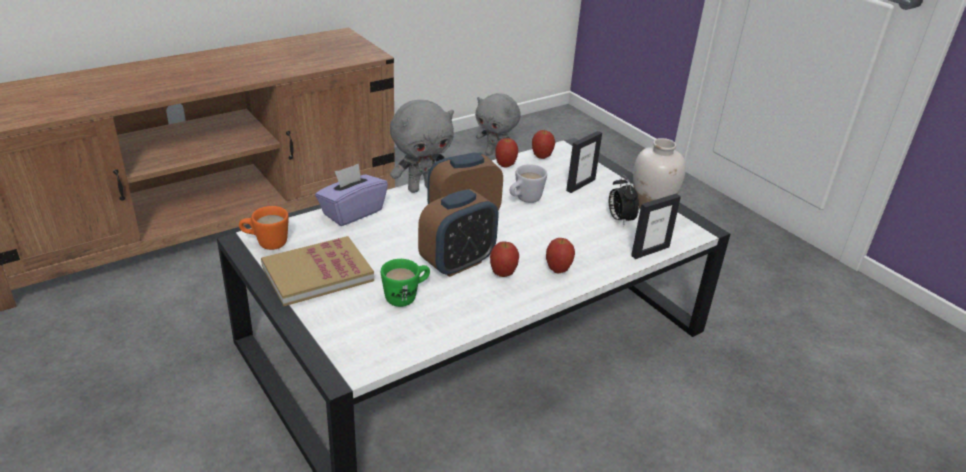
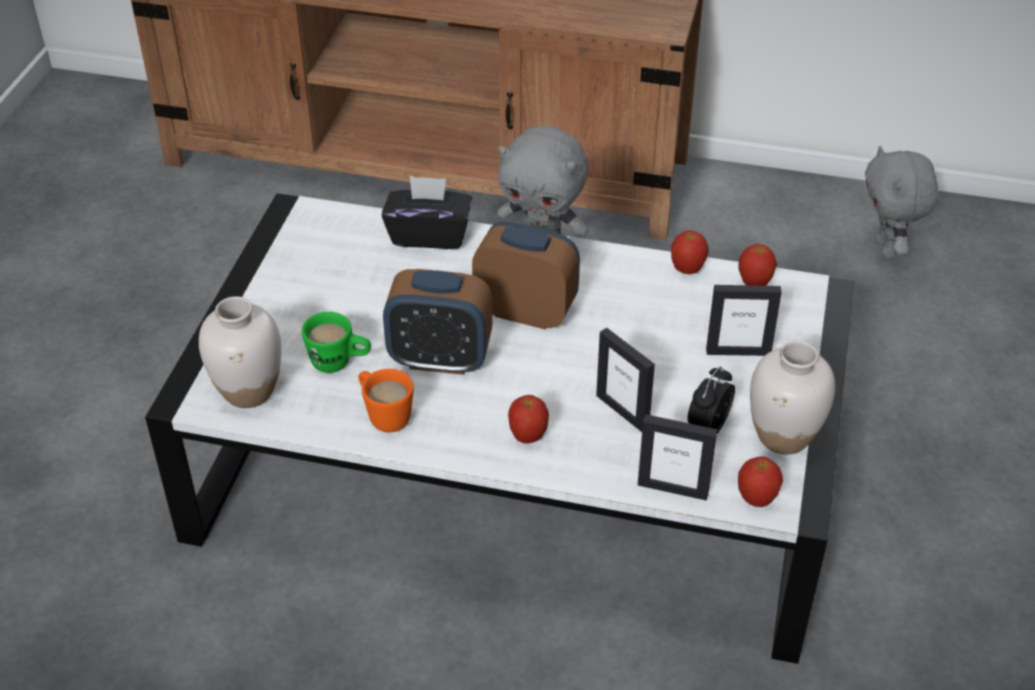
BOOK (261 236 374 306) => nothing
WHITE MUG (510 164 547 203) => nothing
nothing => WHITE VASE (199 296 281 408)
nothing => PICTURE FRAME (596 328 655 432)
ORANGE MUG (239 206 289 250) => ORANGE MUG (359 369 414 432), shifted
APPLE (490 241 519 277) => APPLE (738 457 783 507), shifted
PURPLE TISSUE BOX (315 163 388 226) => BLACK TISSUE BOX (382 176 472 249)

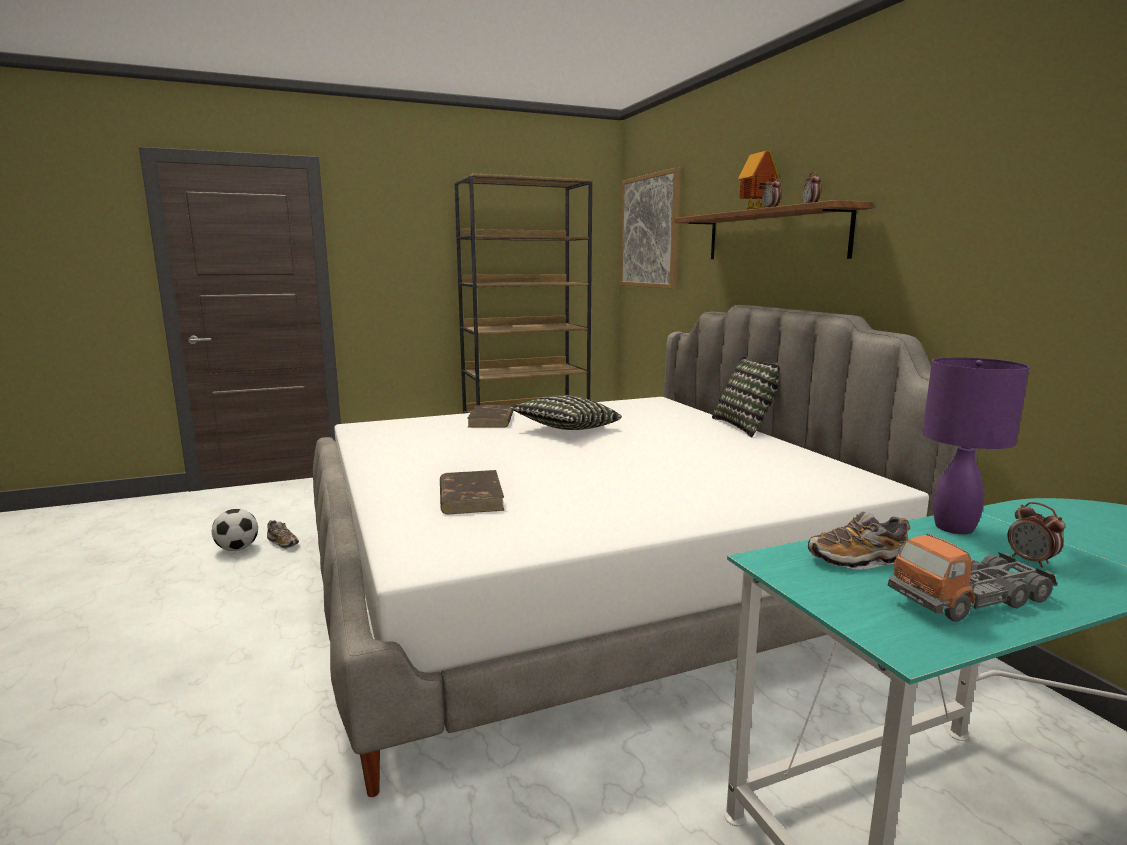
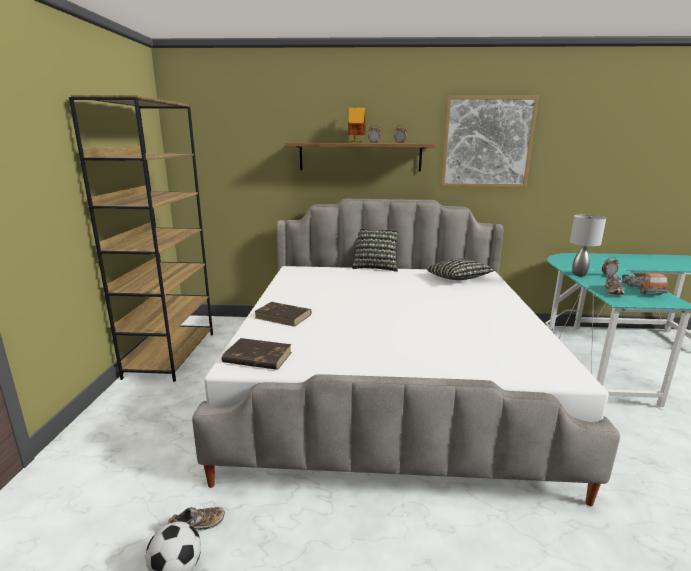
BROWN BOOK (440 470 504 514) => BROWN BOOK (222 338 292 370), shifted
PILLOW (511 395 622 430) => PILLOW (427 259 496 280), shifted
PICTURE (620 167 681 289) => PICTURE (440 95 539 187), shifted
PURPLE TABLE LAMP (922 357 1030 534) => GREY TABLE LAMP (570 215 606 276)

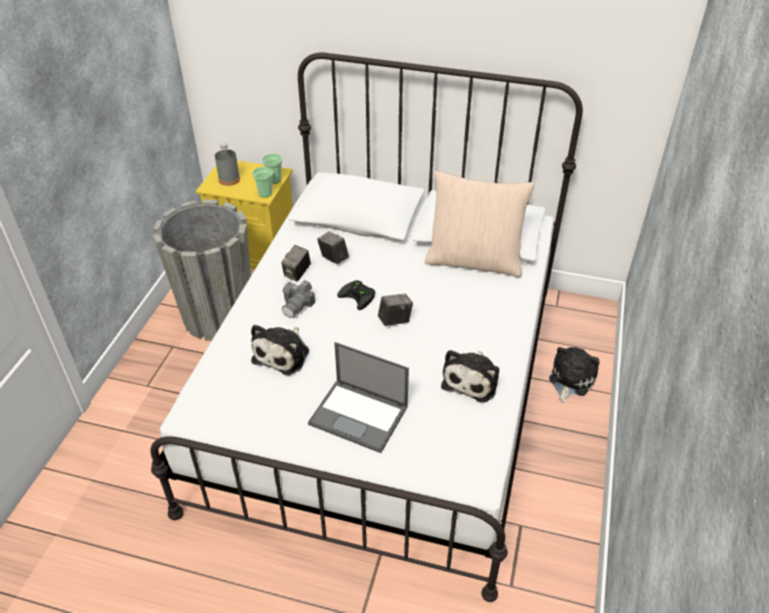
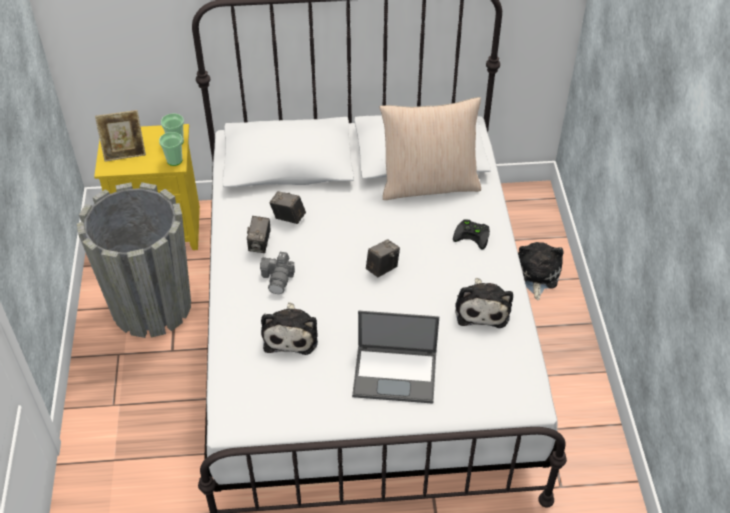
BLACK GAME CONTROLLER (337 280 375 310) => BLACK GAME CONTROLLER (453 219 490 250), shifted
GREY BOTTLE (215 142 240 186) => PICTURE FRAME (95 110 146 162)

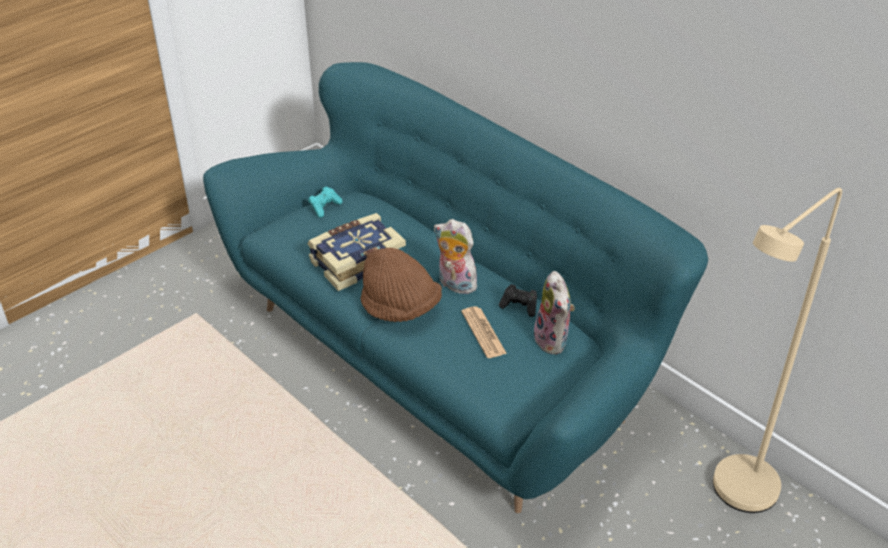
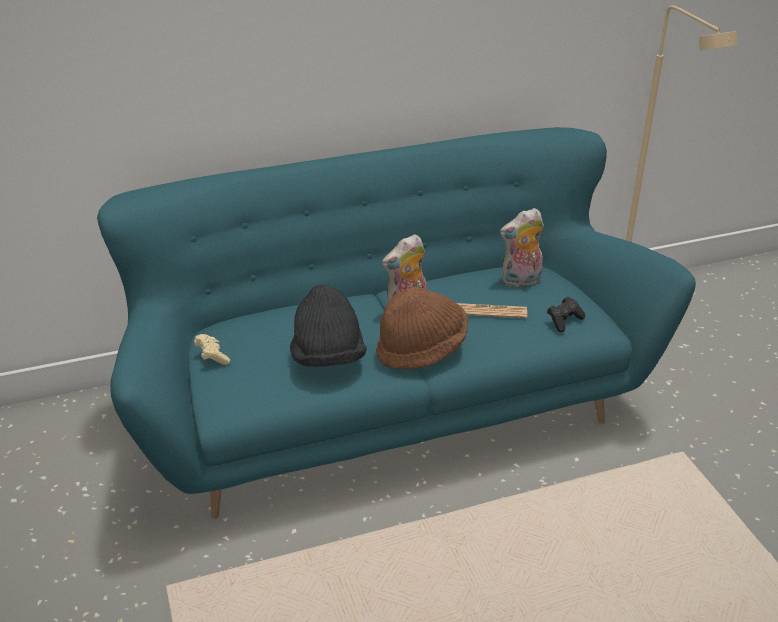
BLACK GAME CONTROLLER (499 284 537 317) => BLACK GAME CONTROLLER (547 297 585 332), shifted
BOOK (308 213 406 291) => BLACK HAT (290 284 367 367)
TURQUOISE GAME CONTROLLER (308 187 342 218) => BEIGE GAME CONTROLLER (194 334 230 365)
PLUSH TOY (534 271 575 354) => PLUSH TOY (500 208 544 287), 150 degrees clockwise

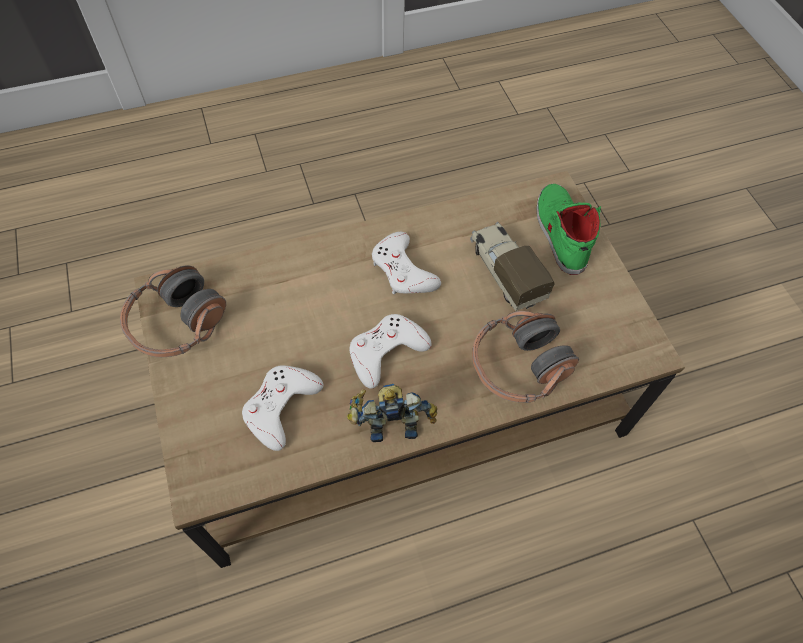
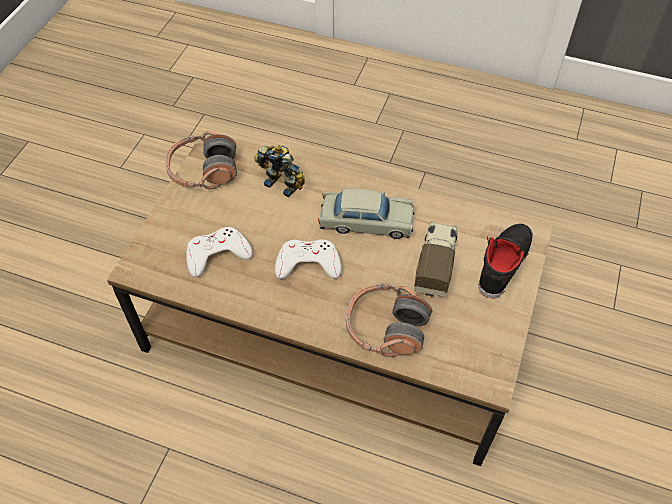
TOY ROBOT (347 384 437 442) => TOY ROBOT (254 145 305 197), shifted
WHITE GAME CONTROLLER (372 232 441 294) => BEIGE TOY CAR (318 188 414 239)
GREEN SHOE (536 184 601 275) => BLACK SHOE (478 223 533 299)

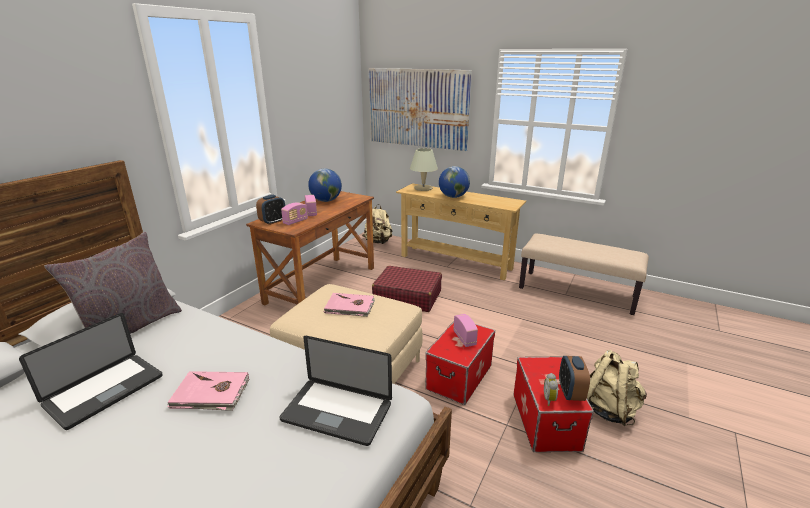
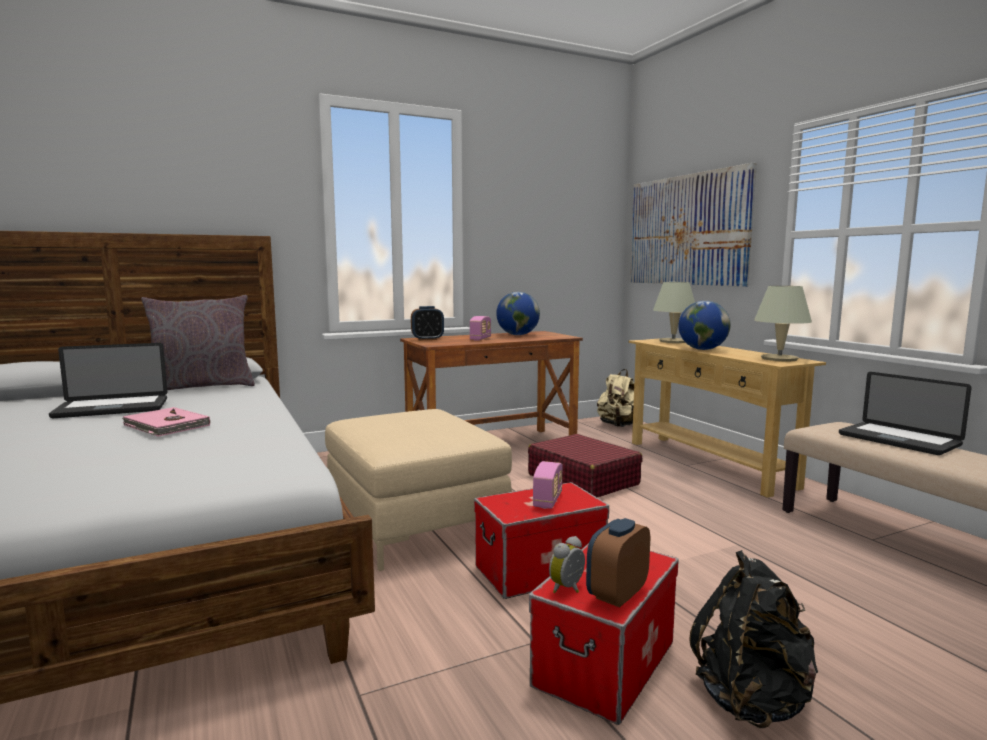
RADIO (281 202 308 225) => nothing
PINK BOOK (324 293 375 317) => nothing
nothing => BEIGE TABLE LAMP (754 286 812 361)
LAPTOP (279 336 392 446) => LAPTOP (839 372 972 455), shifted
BEIGE BACKPACK (587 350 647 426) => BLACK BACKPACK (689 550 818 728)

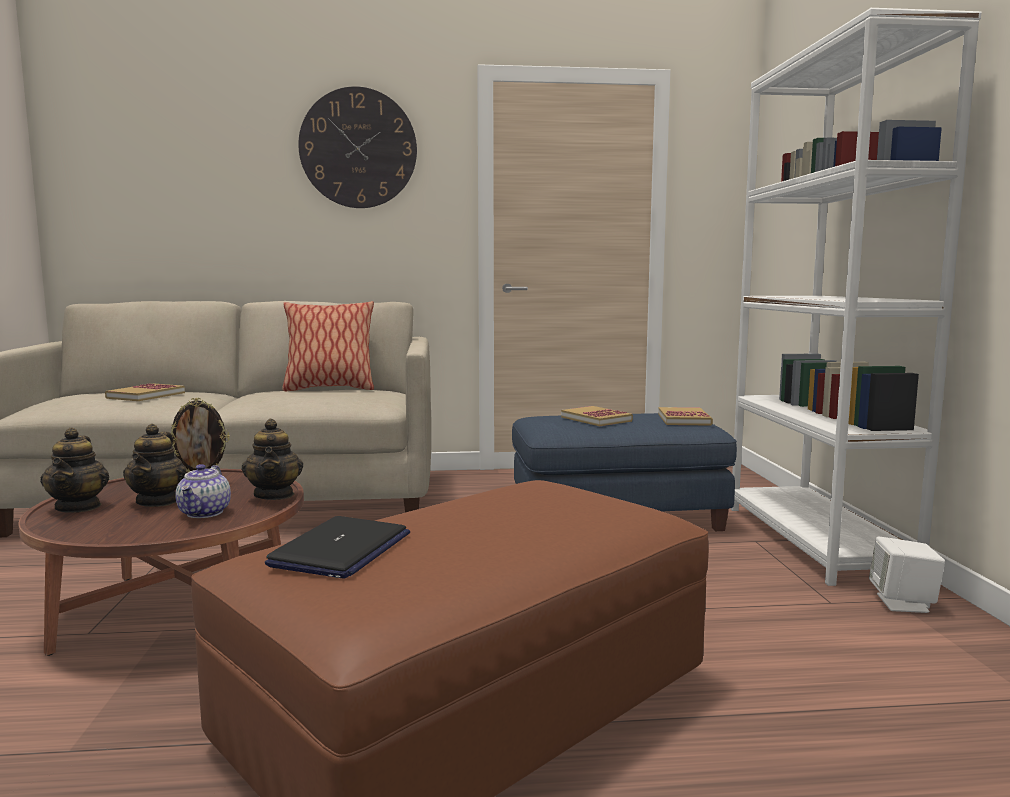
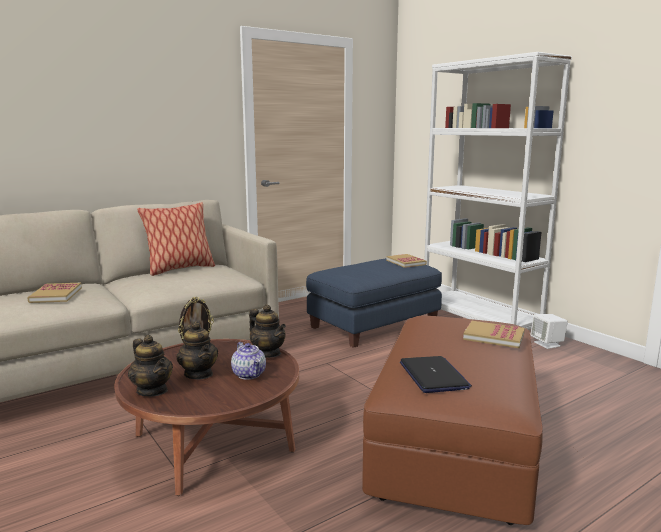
WALL CLOCK (298 86 417 208) => nothing
BOOK (561 406 633 426) => BOOK (463 321 525 348), shifted

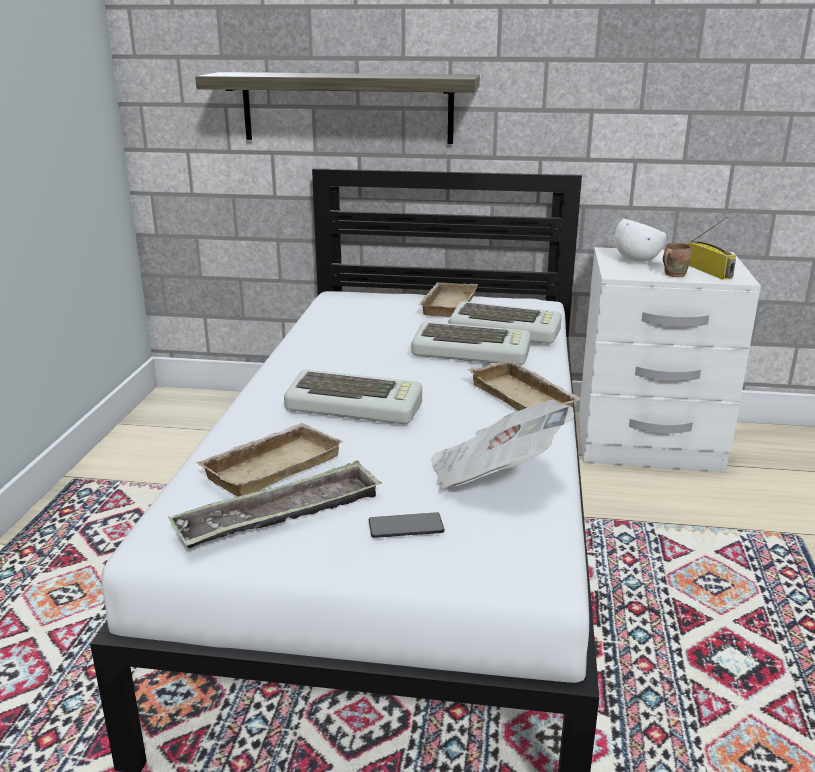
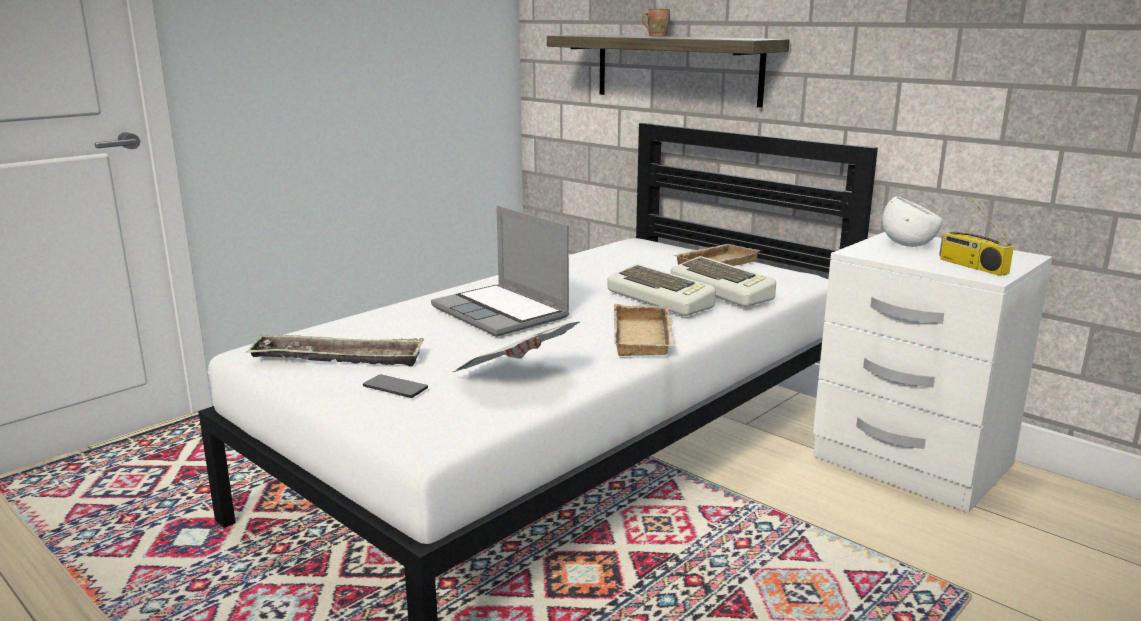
BEIGE TRAY (195 423 343 497) => nothing
BROWN MUG (663 243 692 277) => BROWN MUG (642 9 670 36), shifted
KEYBOARD (284 370 422 424) => LAPTOP (431 206 570 337)
RADIO (688 217 736 280) => RADIO (939 193 1014 276), 135 degrees clockwise

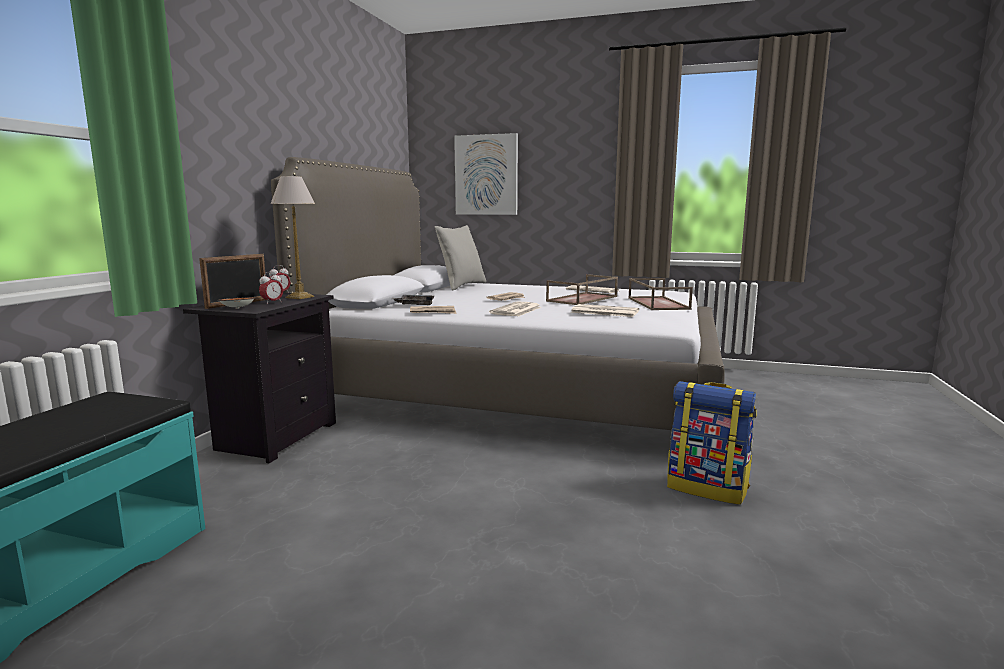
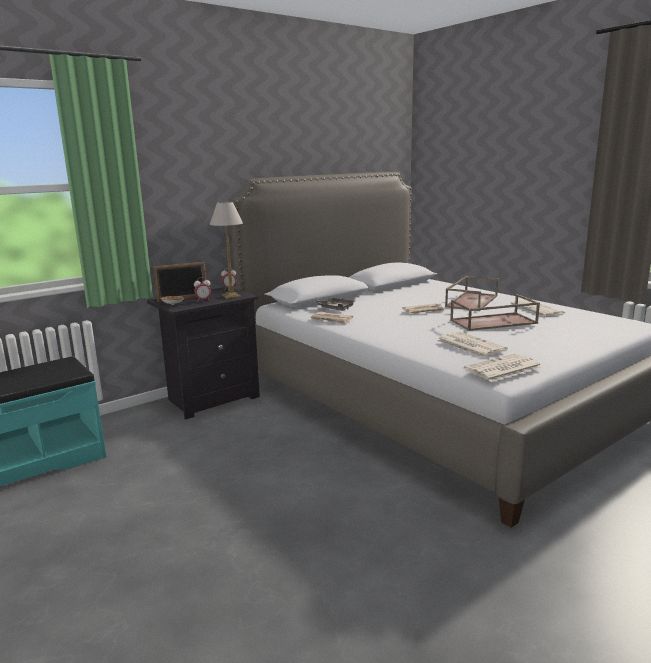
GREY PILLOW (435 225 486 290) => nothing
PICTURE (454 133 518 215) => nothing
BACKPACK (667 381 757 505) => nothing
NEWSPAPER (489 301 541 317) => NEWSPAPER (464 353 542 382), shifted
BROWN TRAY (628 278 693 310) => BROWN TRAY (445 276 498 311), shifted

